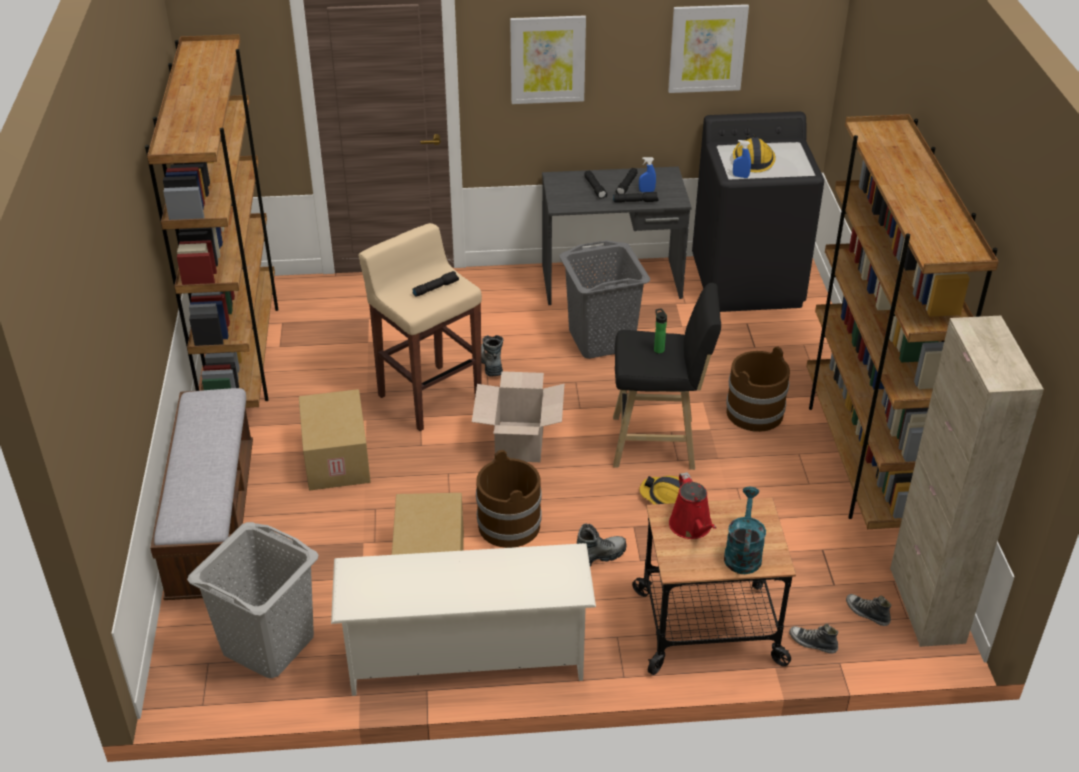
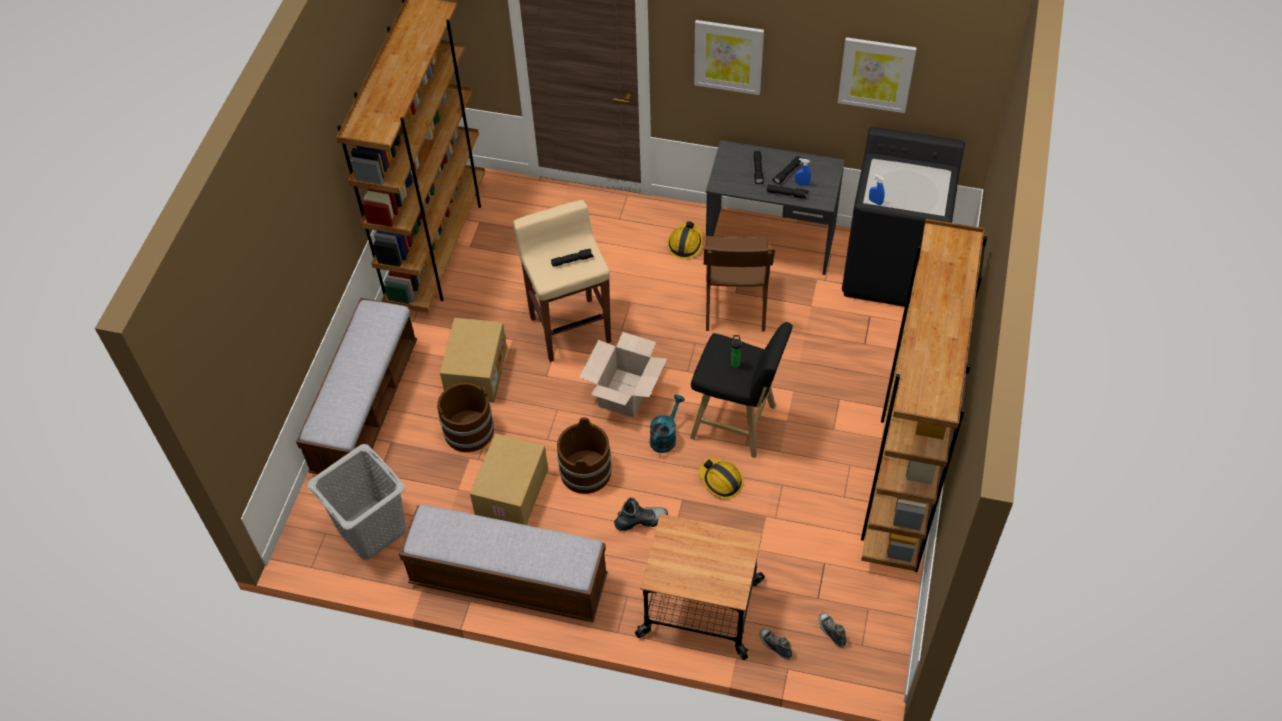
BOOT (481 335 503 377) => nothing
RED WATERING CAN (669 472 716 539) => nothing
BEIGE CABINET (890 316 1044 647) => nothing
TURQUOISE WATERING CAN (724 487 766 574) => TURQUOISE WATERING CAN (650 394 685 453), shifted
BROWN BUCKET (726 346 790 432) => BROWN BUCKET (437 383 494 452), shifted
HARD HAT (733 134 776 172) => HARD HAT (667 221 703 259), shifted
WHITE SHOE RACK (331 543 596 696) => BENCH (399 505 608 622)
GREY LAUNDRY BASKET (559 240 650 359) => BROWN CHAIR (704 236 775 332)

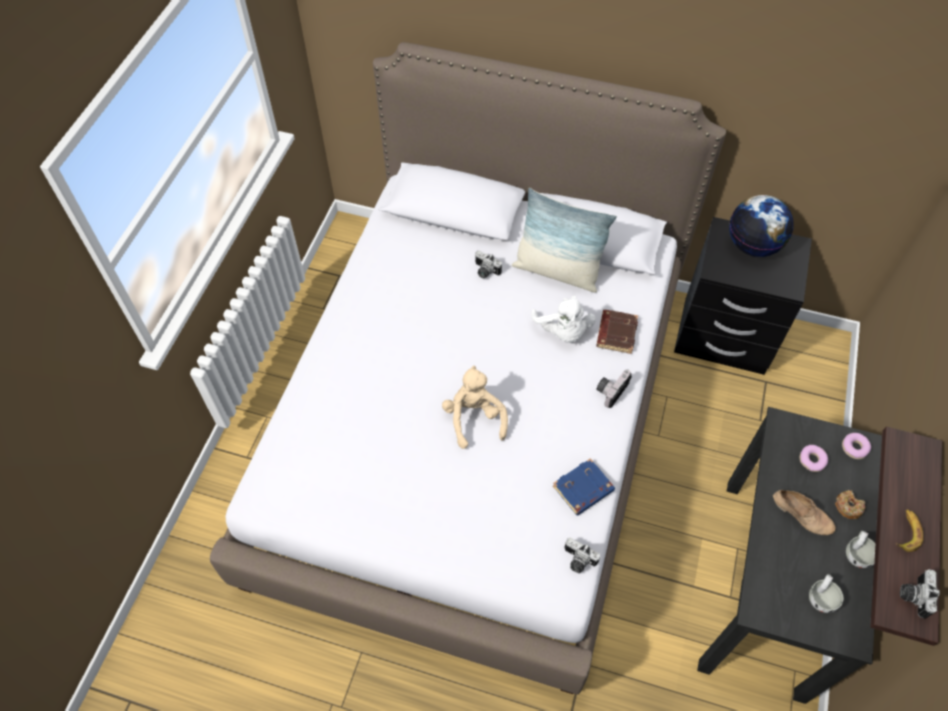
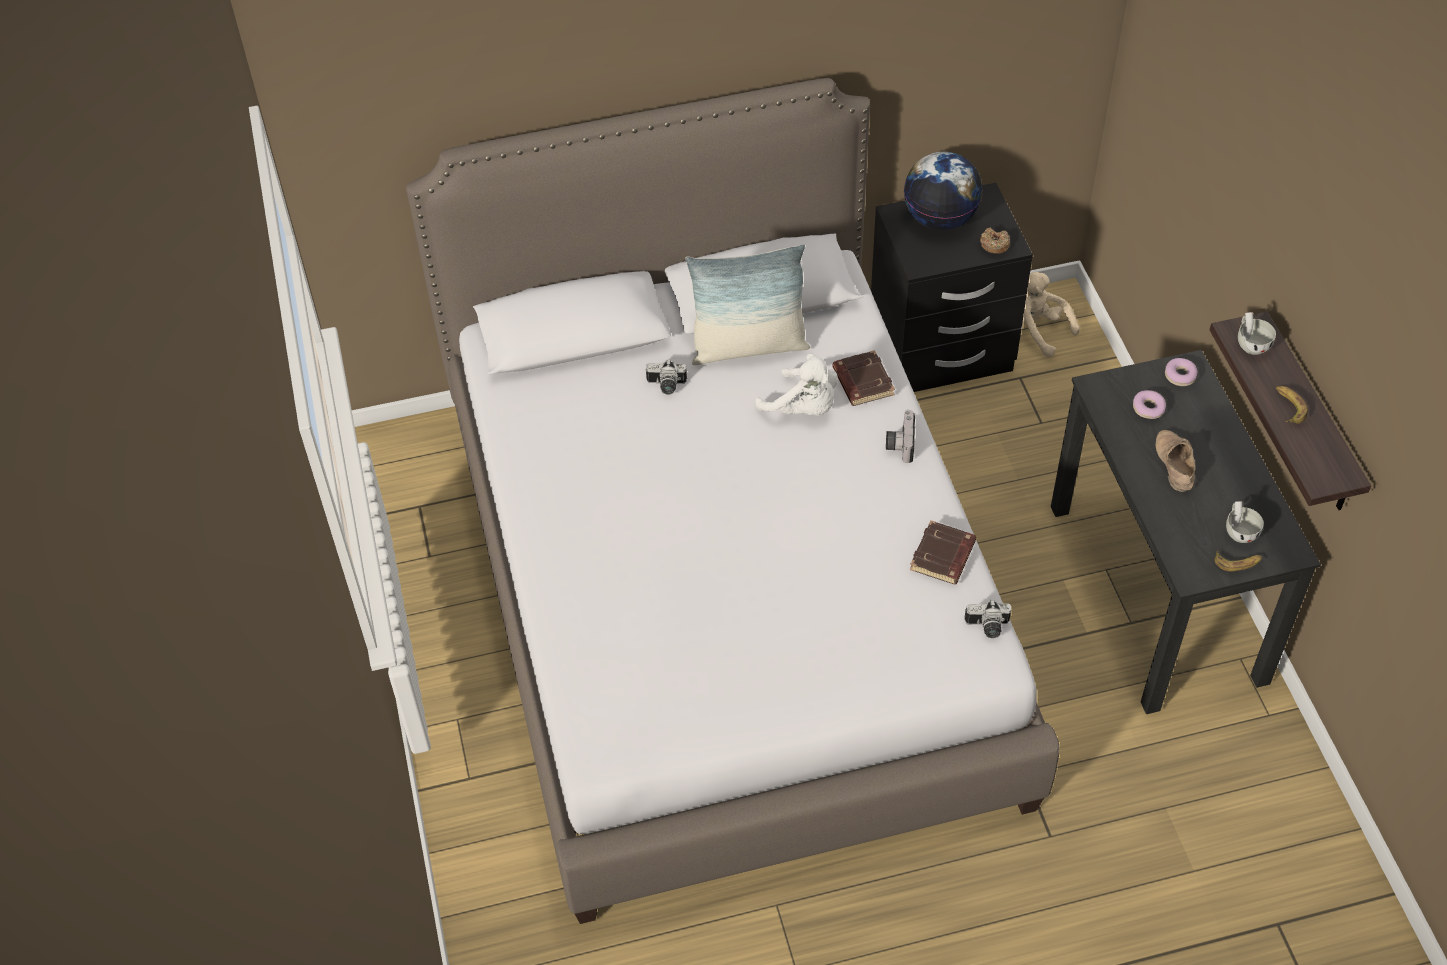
PHOTO CAMERA (900 569 940 619) => nothing
nothing => BANANA (1215 551 1262 572)
BEIGE PLUSH TOY (442 365 508 449) => BEIGE PLUSH TOY (1021 272 1080 357), shifted
DONUT (835 490 866 519) => DONUT (980 227 1010 254), shifted
WHITE CUP (846 531 876 568) => WHITE CUP (1238 312 1276 355), shifted
BLUE BOOK (553 458 615 516) => BROWN BOOK (910 520 976 584)
BEIGE SHOE (773 490 836 535) => BEIGE SHOE (1155 430 1195 492), 105 degrees counterclockwise

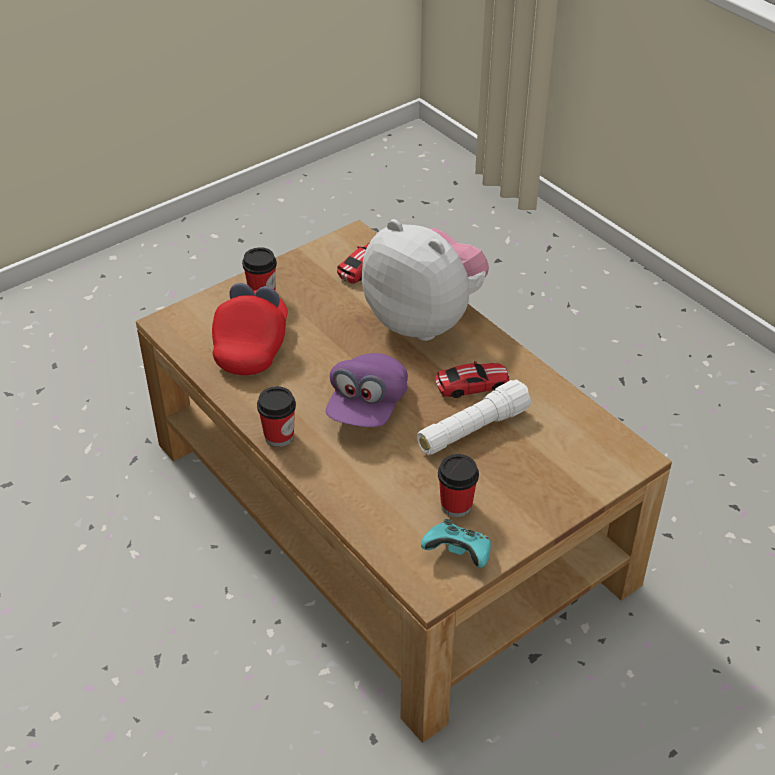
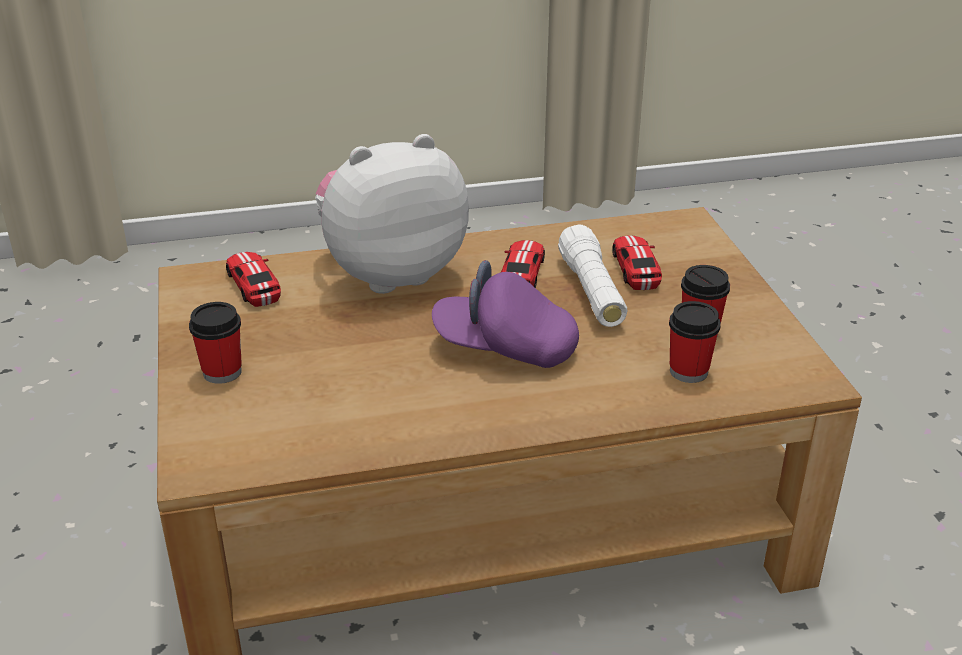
RED CAP (212 283 287 375) => nothing
TURQUOISE GAME CONTROLLER (421 519 491 568) => nothing
nothing => TOY CAR (612 235 662 290)
CUP (257 386 296 447) => CUP (669 301 721 383), shifted
PURPLE CAP (326 353 408 427) => PURPLE CAP (432 260 579 368), 150 degrees clockwise

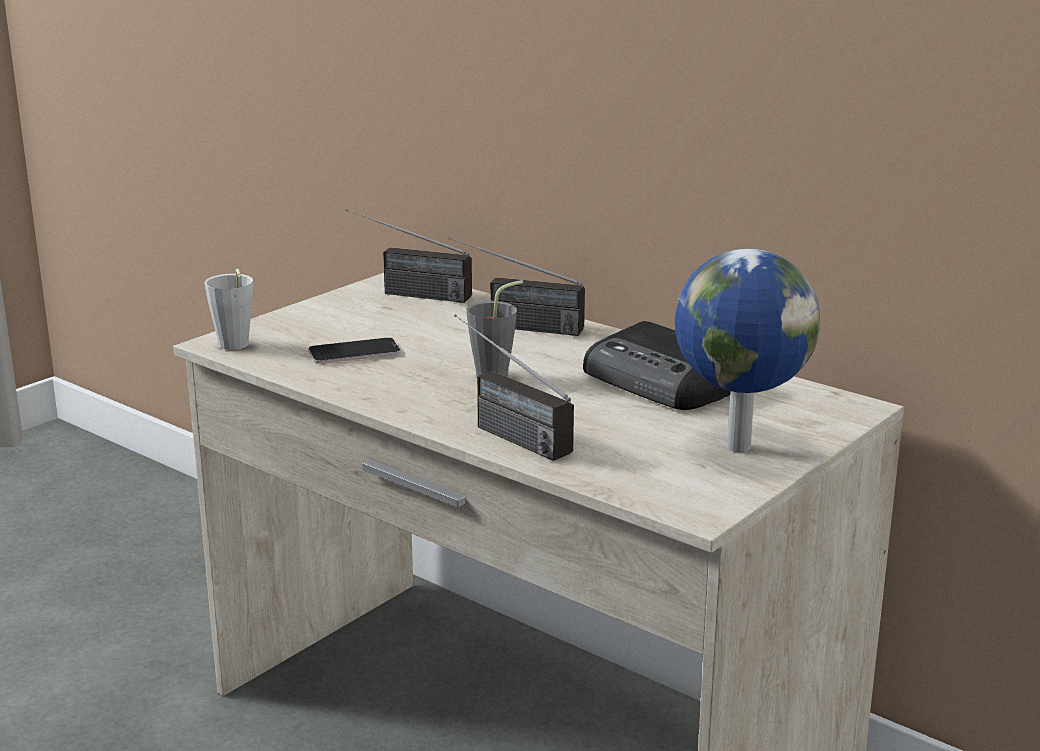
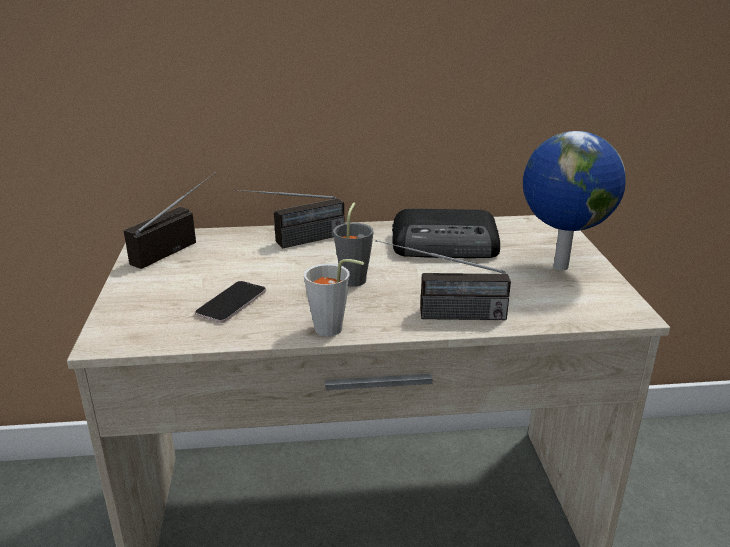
GREY CUP (204 269 253 350) => GREY CUP (304 259 364 336), shifted
RADIO (346 209 472 303) => RADIO (124 172 216 269), 150 degrees clockwise

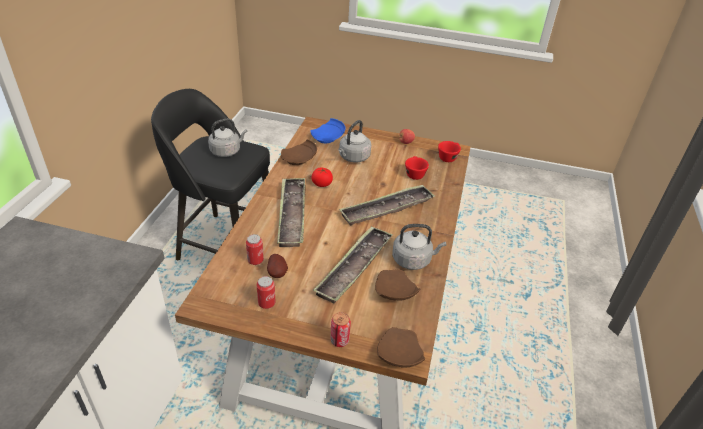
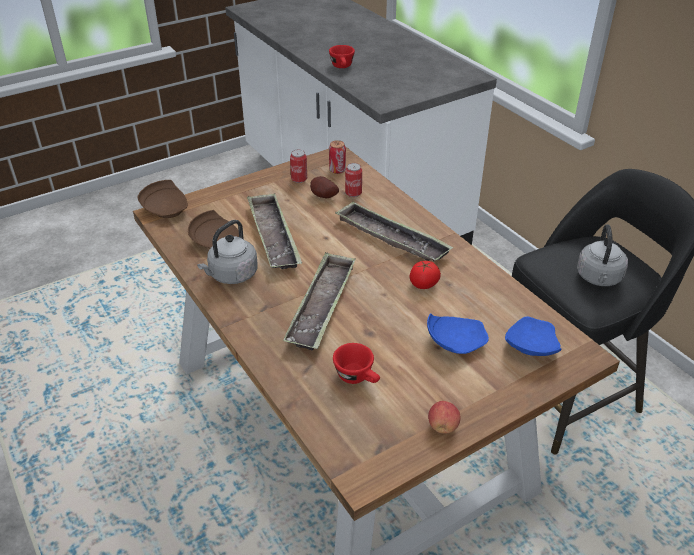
BROWN PLATE (281 139 317 165) => nothing
CAN (330 312 351 347) => CAN (329 140 346 174), shifted
RED CUP (438 141 461 162) => RED CUP (329 45 355 68), shifted
GREY KETTLE (338 120 371 163) => BLUE PLATE (427 313 489 354)

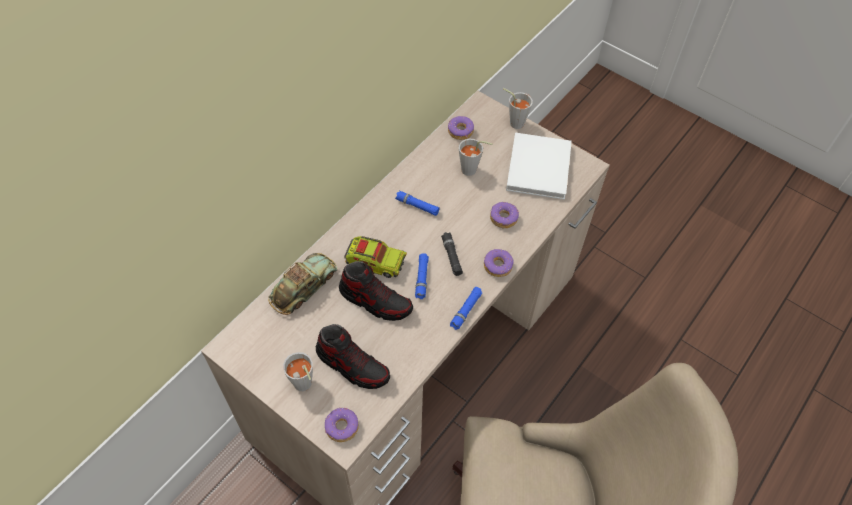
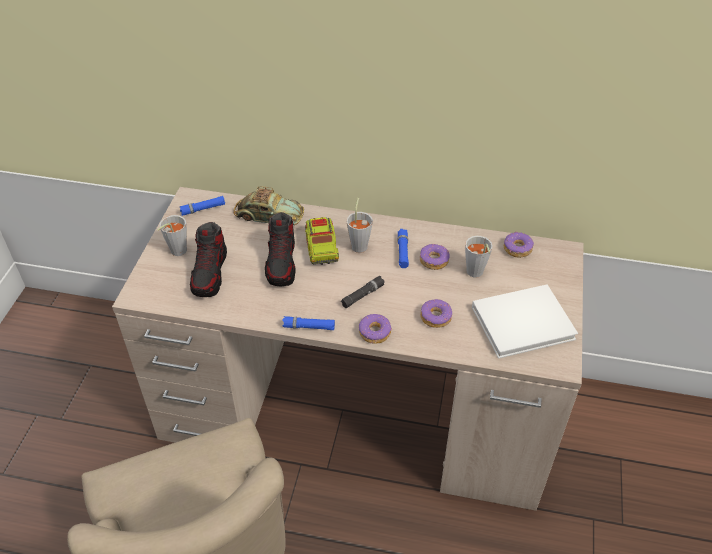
DONUT (325 407 359 442) => DONUT (420 244 450 270), shifted
BLUE FLASHLIGHT (415 253 429 299) => BLUE FLASHLIGHT (180 196 225 216), shifted
GREY CUP (503 88 533 129) => GREY CUP (346 198 373 253), shifted

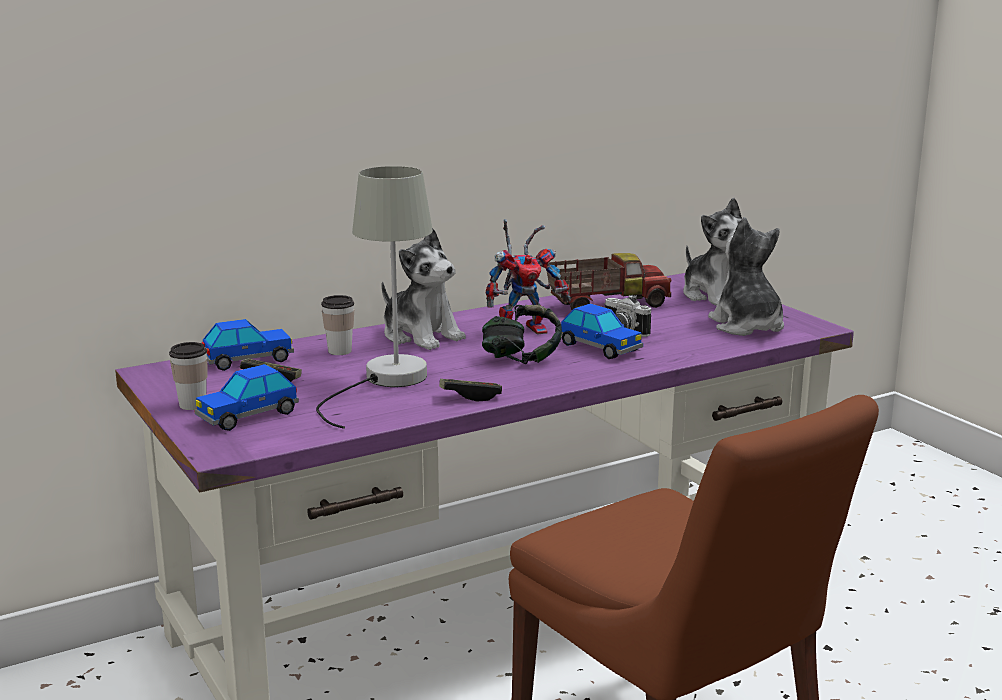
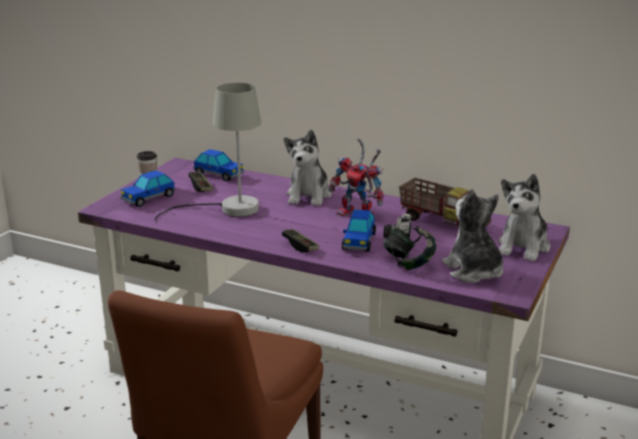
CUP (321 295 354 355) => nothing
GAME CONTROLLER (439 379 502 401) => GAME CONTROLLER (282 229 319 252), shifted
HEADPHONES (482 305 562 364) => HEADPHONES (383 226 436 270), shifted
TOY CAR (194 364 299 431) => TOY CAR (120 170 176 207), 60 degrees counterclockwise
PLUSH TOY (708 217 784 336) => PLUSH TOY (442 189 503 283), 60 degrees counterclockwise

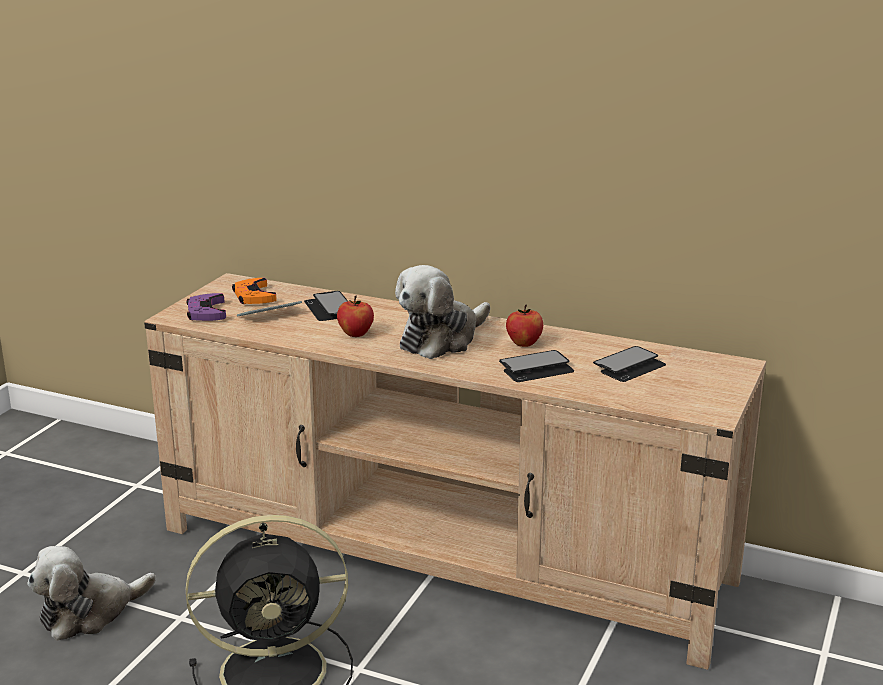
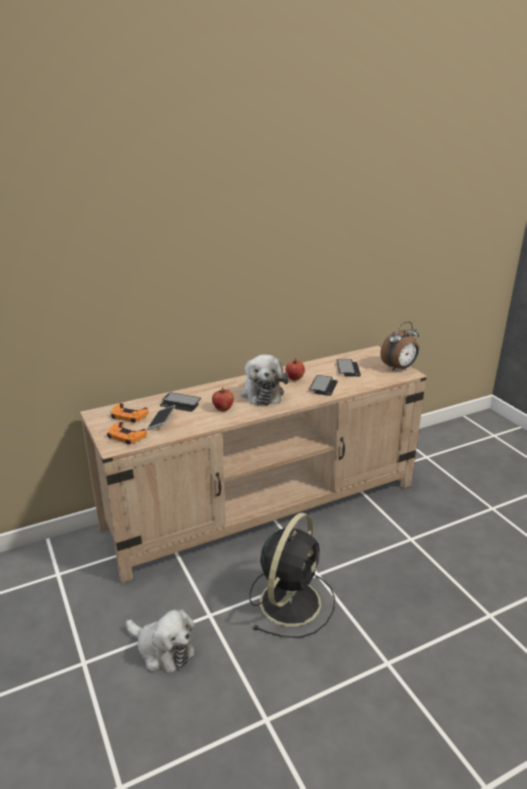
nothing => ALARM CLOCK (380 322 419 371)
PURPLE GAME CONTROLLER (186 293 226 321) => ORANGE GAME CONTROLLER (107 422 147 444)
PLUSH TOY (27 546 156 641) => PLUSH TOY (126 609 195 673), 60 degrees counterclockwise

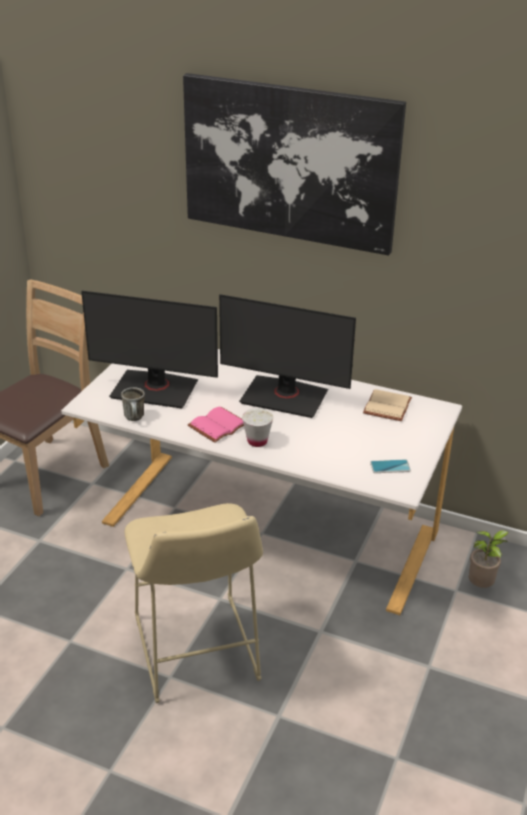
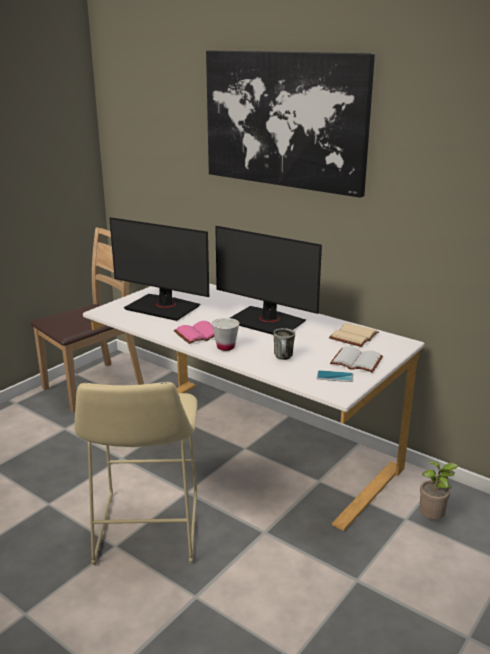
nothing => WHITE BOOK (330 346 383 373)
MUG (121 387 145 421) => MUG (273 328 295 360), shifted

